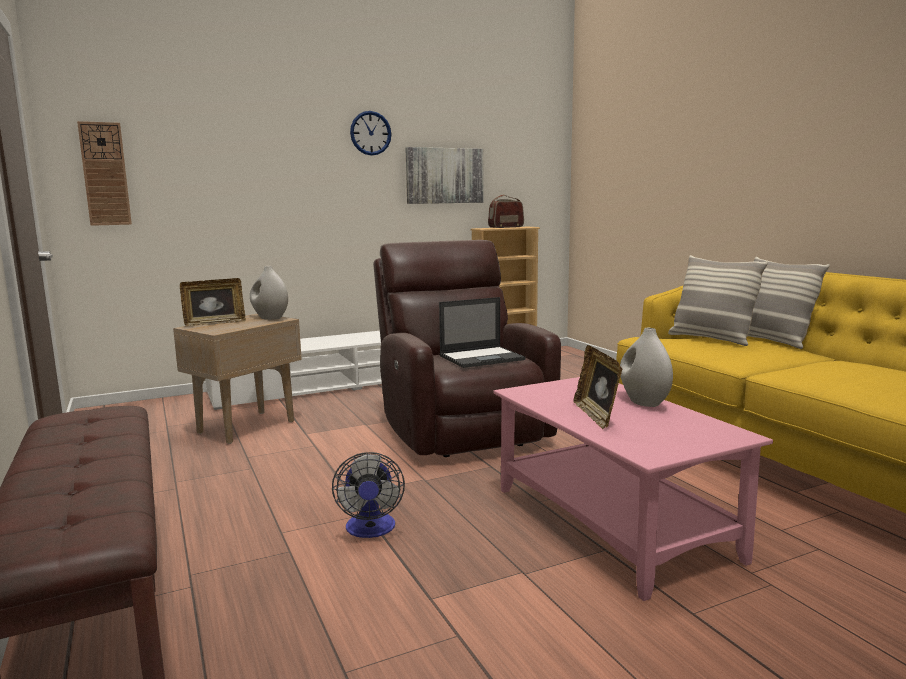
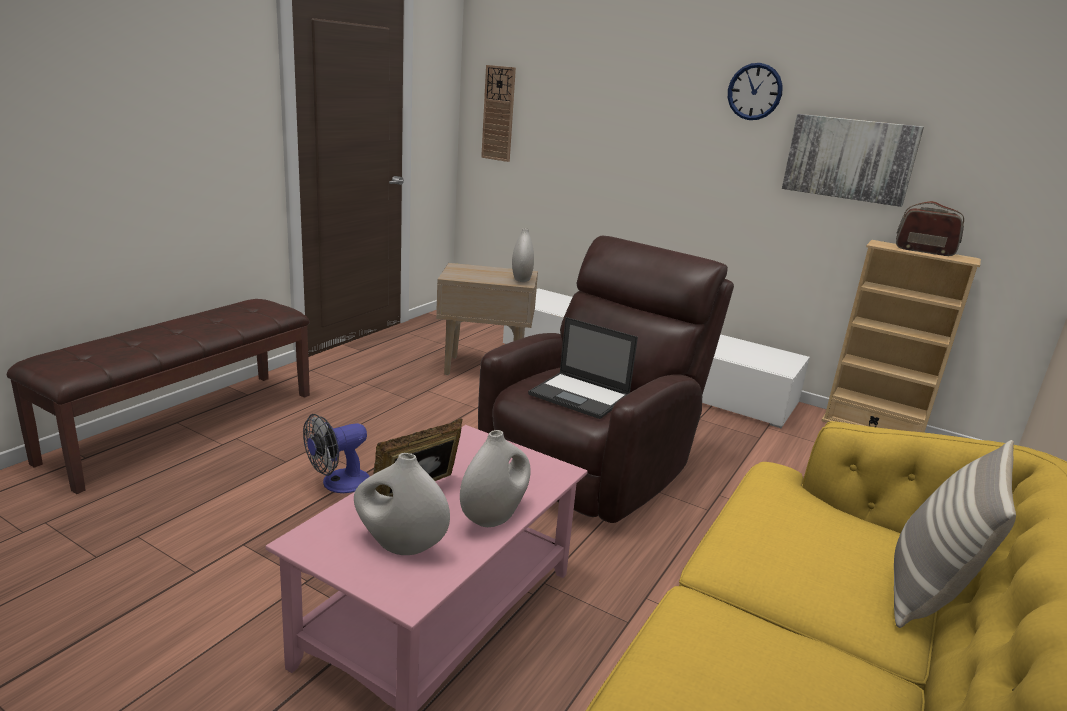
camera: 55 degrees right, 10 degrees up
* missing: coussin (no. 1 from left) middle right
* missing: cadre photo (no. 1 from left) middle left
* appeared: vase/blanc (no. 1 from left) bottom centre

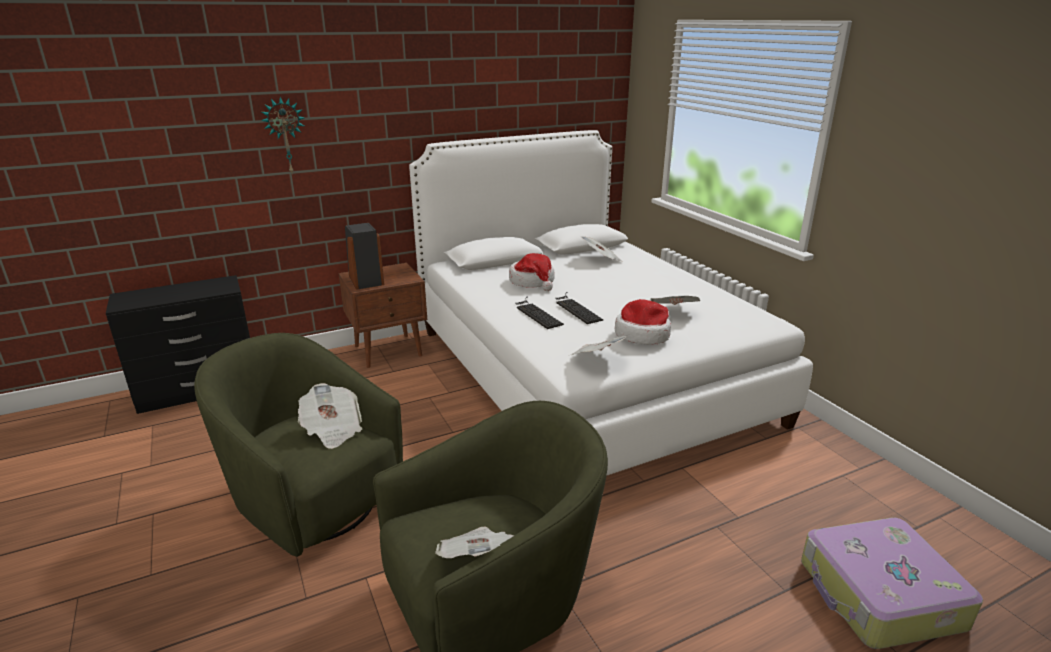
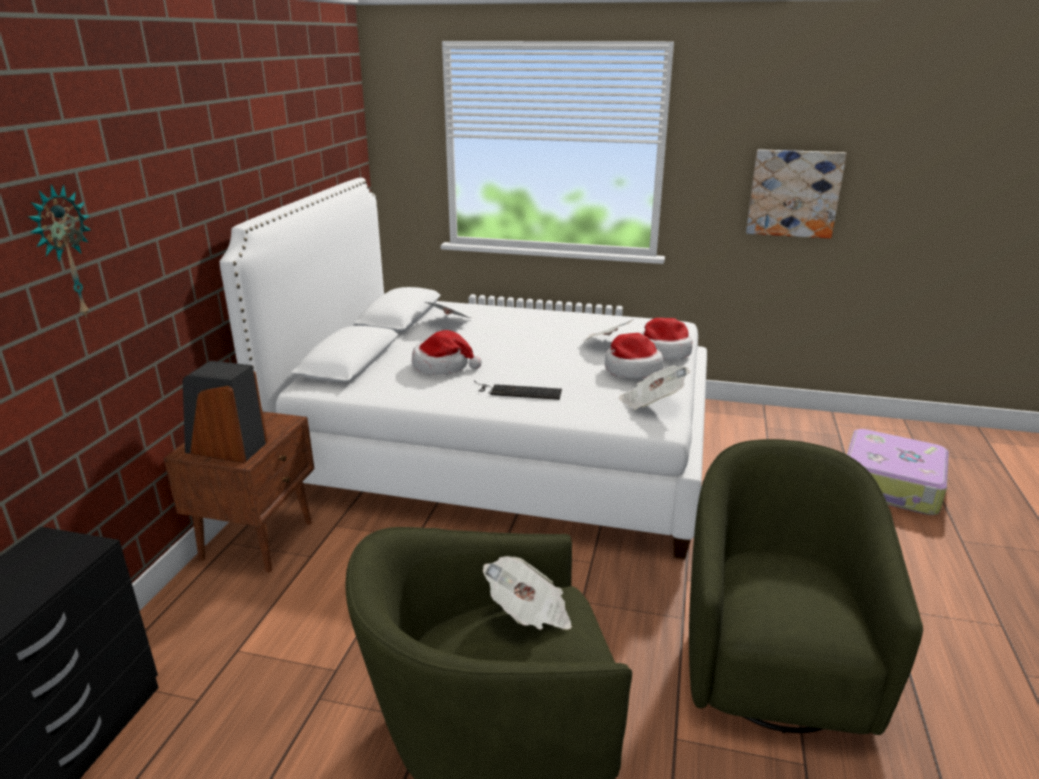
camera: 50 degrees left, 0 degrees up
* missing: clavier (no. 2 from left) centre
* missing: journal (no. 2 from left) bottom centre
* appeared: tableau top right
* appeared: chapeau (no. 3 from left) centre

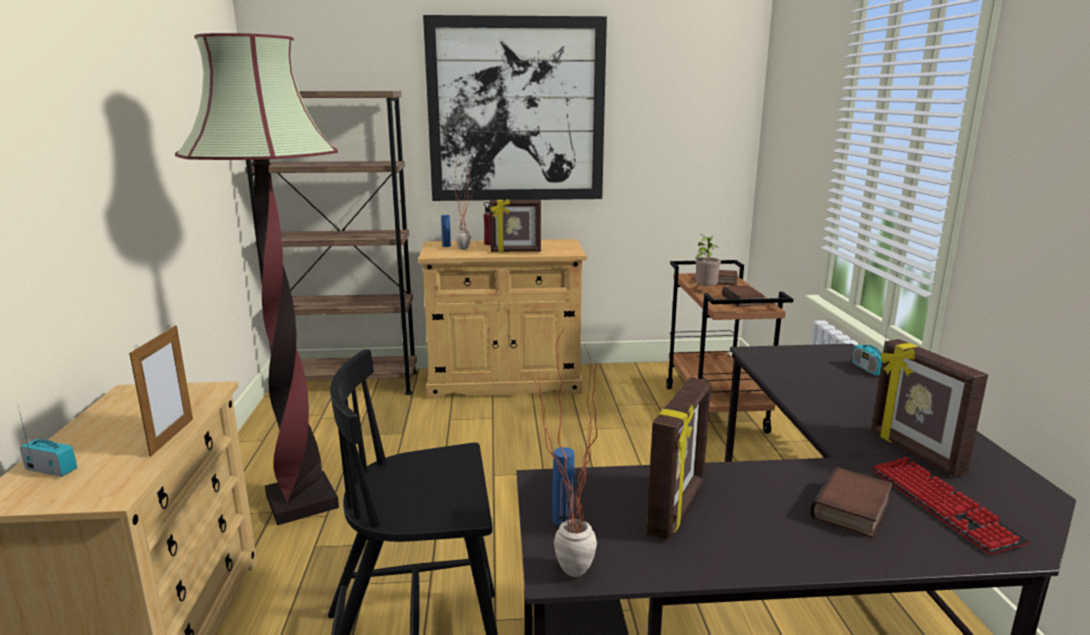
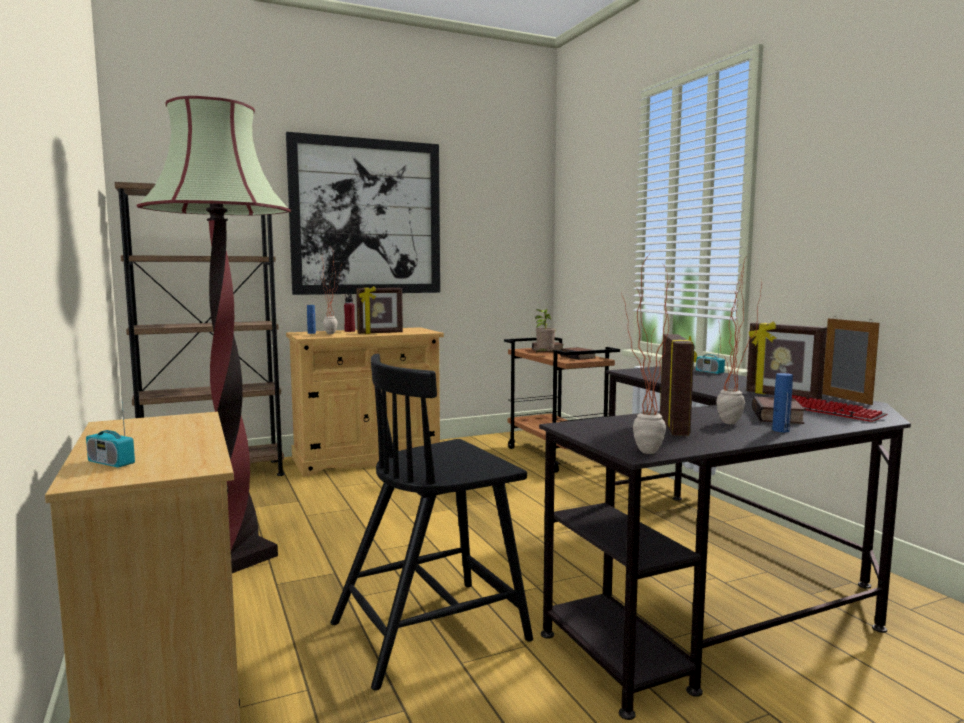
camera: 20 degrees left, 10 degrees down
* relocated: cadre photo (no. 1 from left in the first image) middle left to cadre photo (no. 4 from left) middle right
* spun: radio (no. 1 from left) bottom left = middle left 150 degrees counterclockwise
* relocated: bouteille/bleu (no. 2 from left) bottom centre to middle right
* appeared: plante en pot (no. 4 from left) middle right

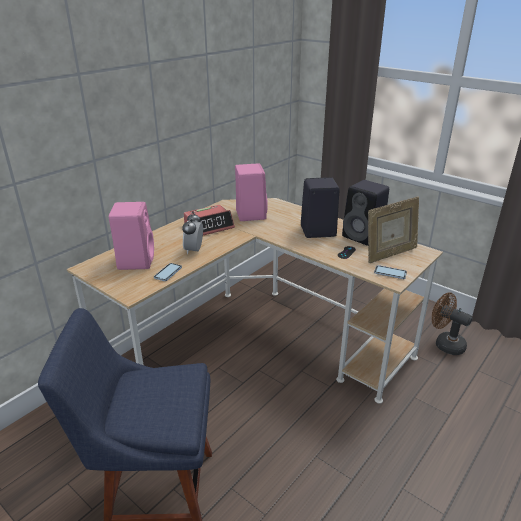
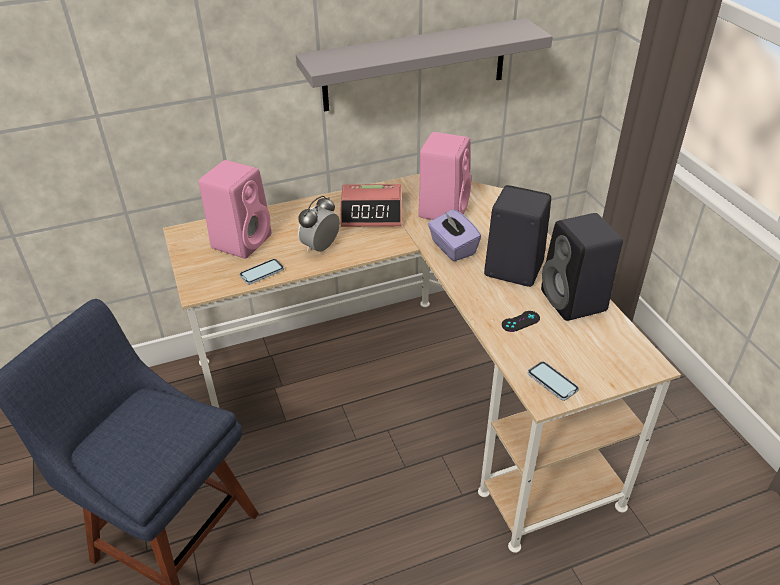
camera: 30 degrees right, 10 degrees up
* missing: cadre photo middle right
* missing: ventilateur/marron middle right
* appeared: étagère/gris top centre
* appeared: boîte à mouchoirs/violet centre

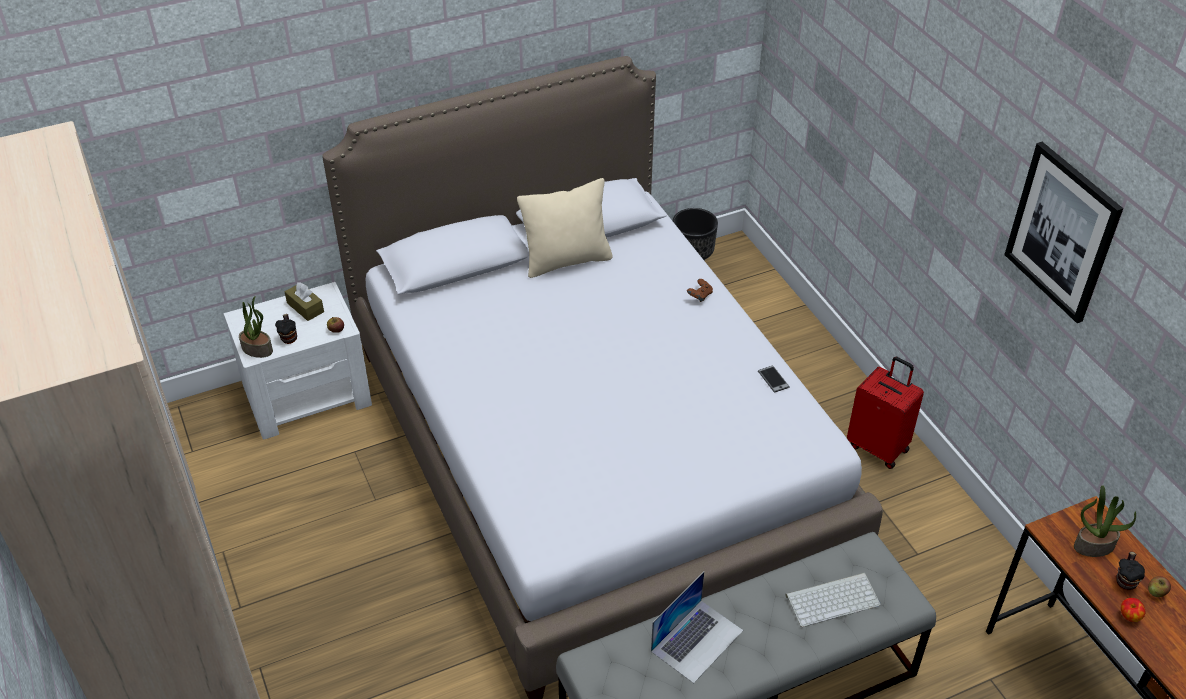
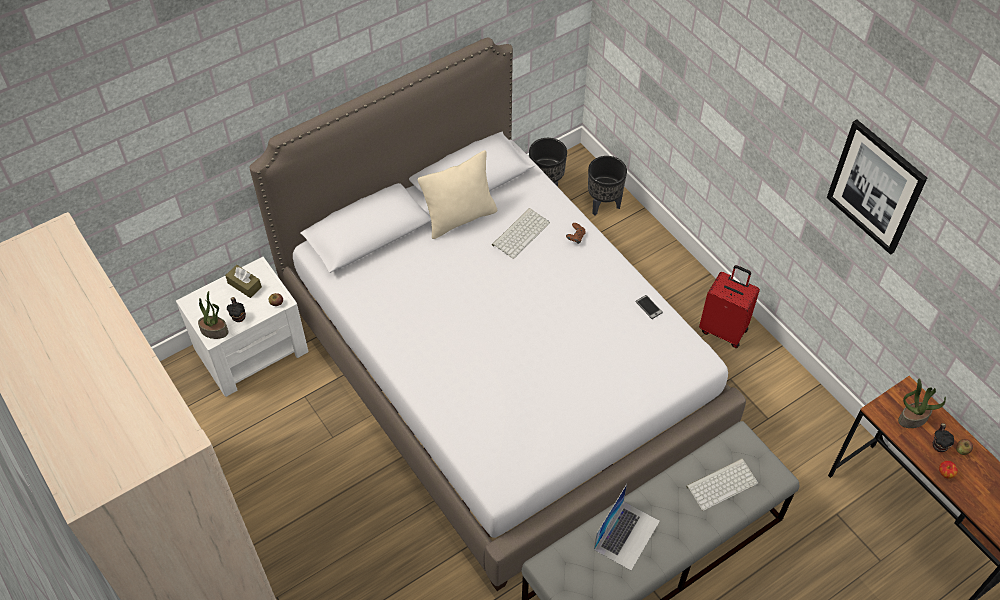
camera: 10 degrees left, 10 degrees up
* appeared: cache-pot/noir (no. 2 from left) top centre
* appeared: clavier (no. 1 from left) centre

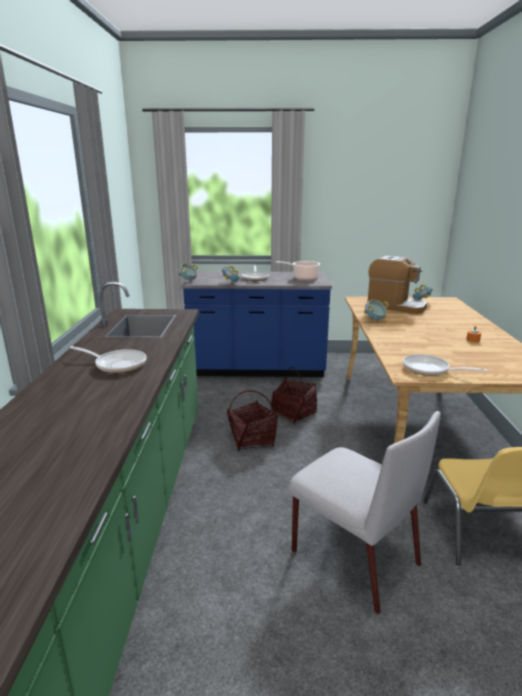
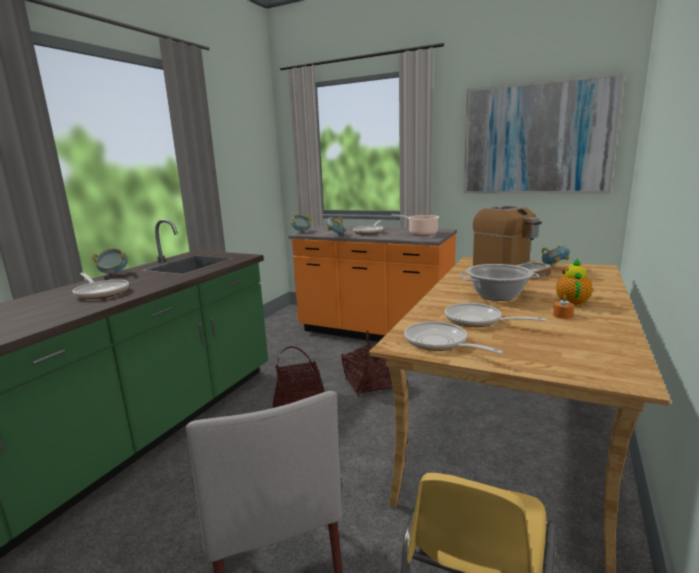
camera: 25 degrees right, 5 degrees down
* colour: comptoir de cuisine/bleu centre to comptoir de cuisine/orange centre
* relocated: bol (no. 3 from left in the first image) middle right to bol (no. 1 from left) middle left
* appeared: tableau top right
* appeared: théière middle right
* appeared: marmite (no. 2 from left) middle right
* appeared: poêle (no. 4 from left) middle right

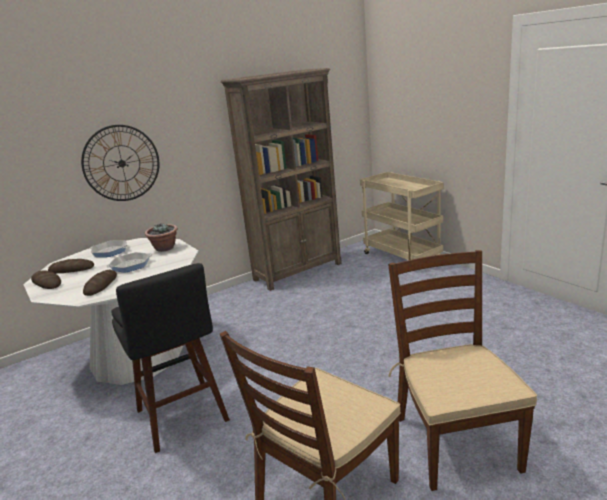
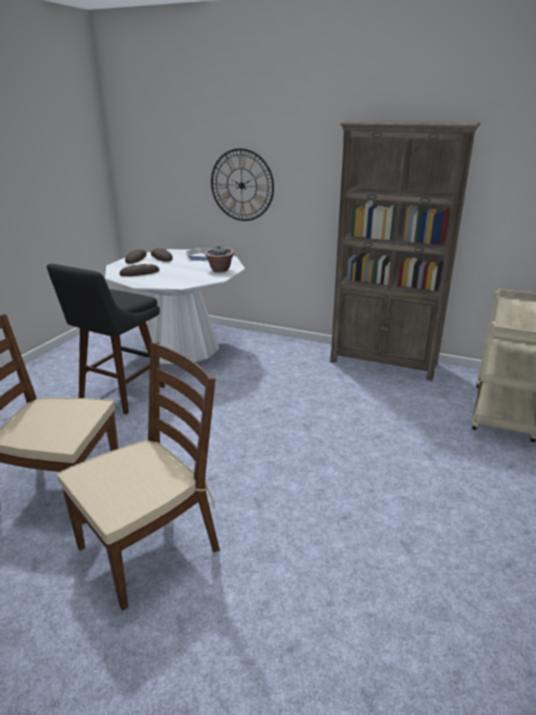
camera: 55 degrees right, 5 degrees up
* missing: poêle (no. 2 from left) middle left

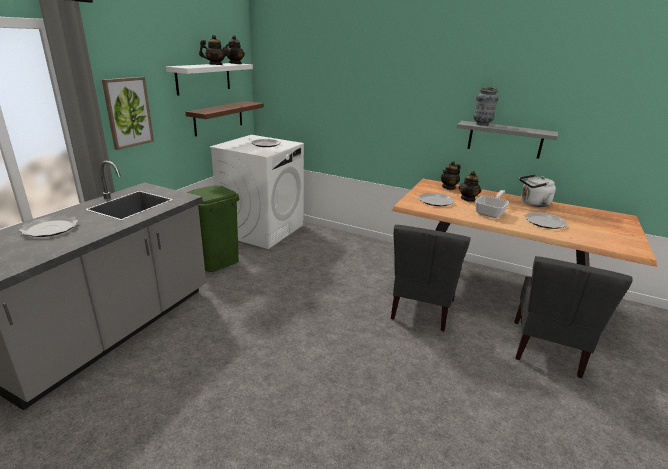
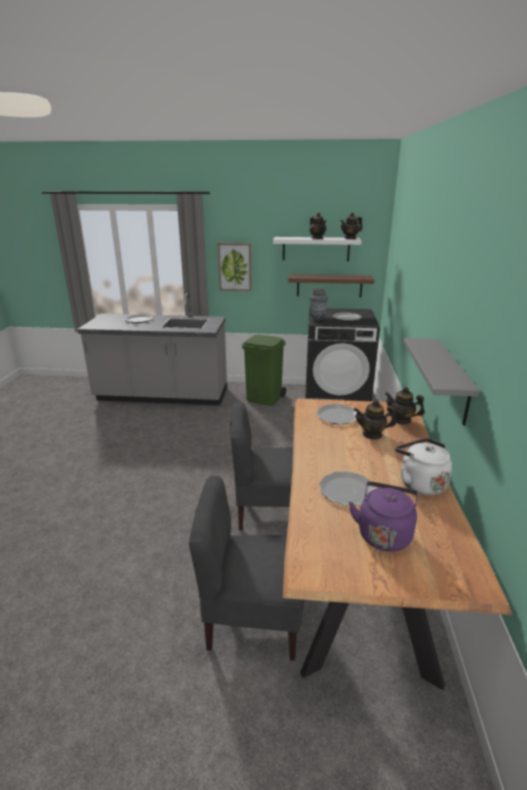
camera: 70 degrees right, 0 degrees up
* relocated: vase top right to centre
* colour: lave-linge/blanc centre to lave-linge/noir centre
* missing: poêle middle right
* appeared: bouilloire/violet middle right

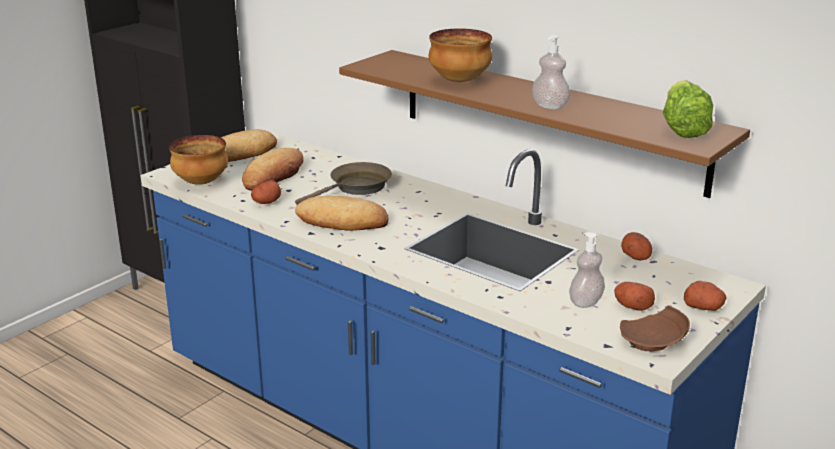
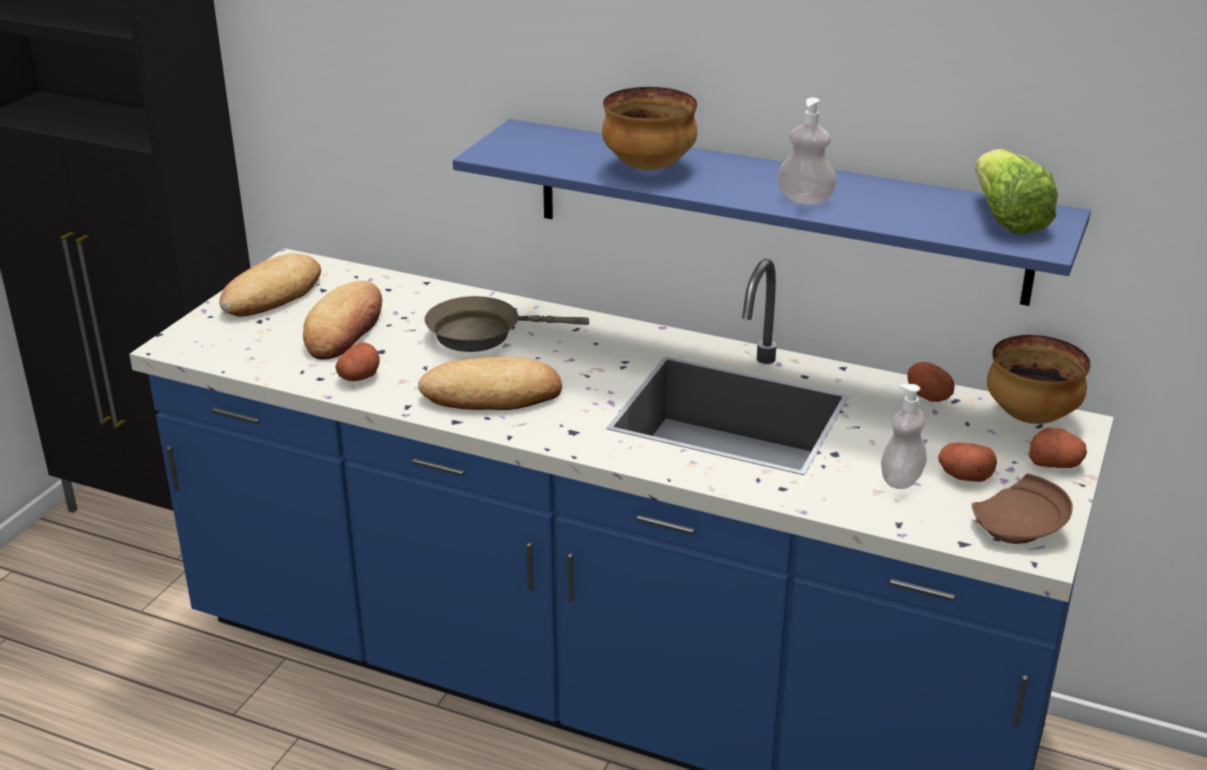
camera: 15 degrees left, 5 degrees up
* colour: étagère/marron top centre to étagère/bleu top centre
* relocated: bol (no. 1 from left in the first image) middle left to bol (no. 2 from left) middle right
* spun: poêle/marron centre = centre 135 degrees counterclockwise

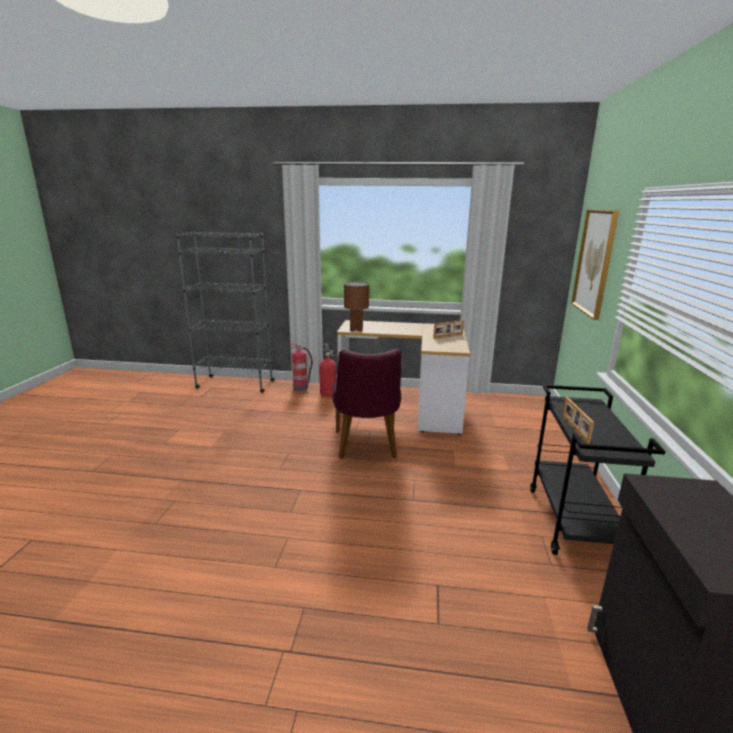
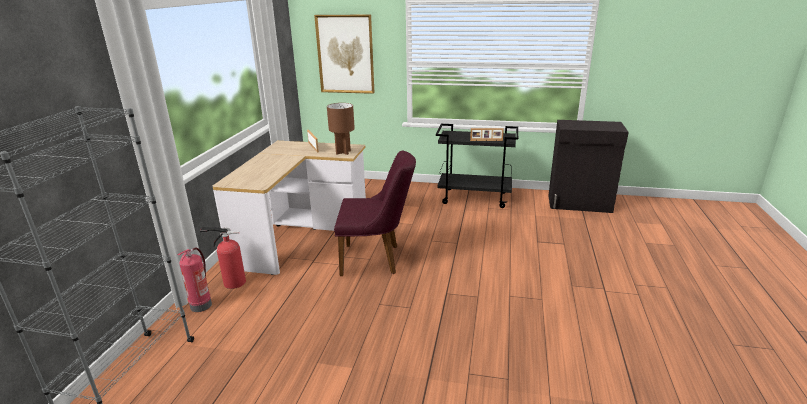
camera: 85 degrees left, 5 degrees up
* relocated: lampe de table/marron centre to top centre

